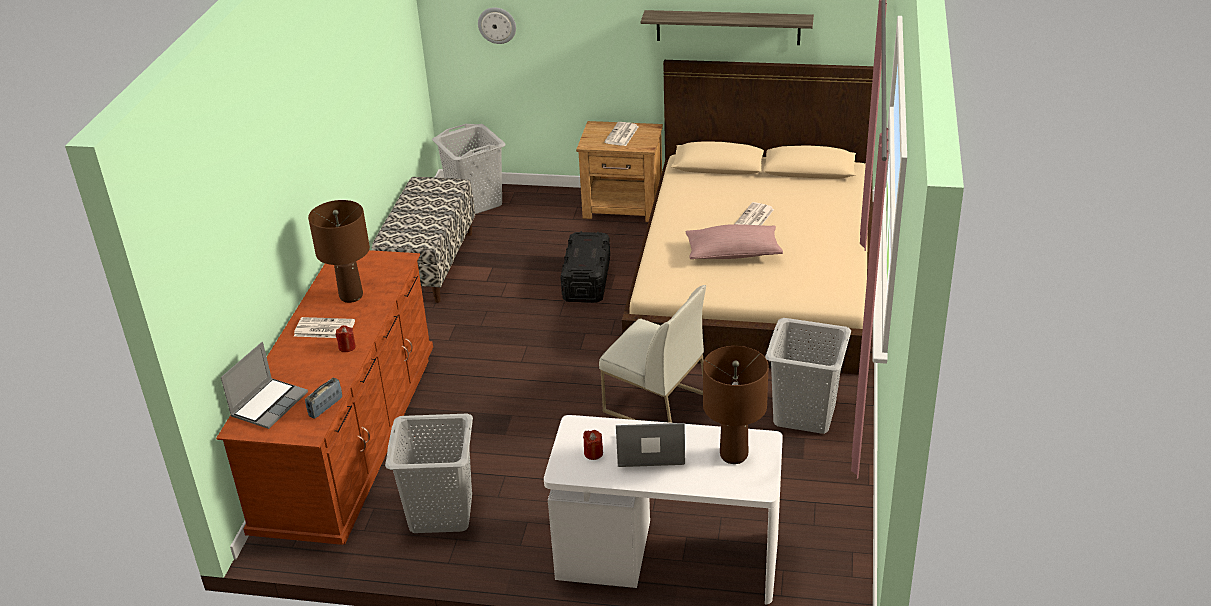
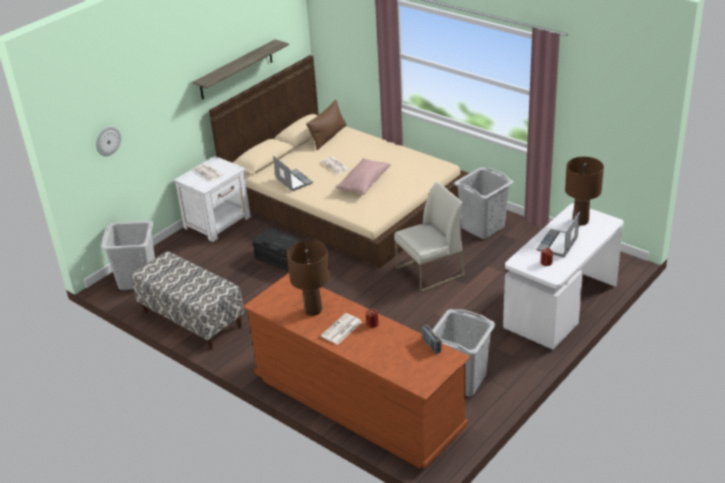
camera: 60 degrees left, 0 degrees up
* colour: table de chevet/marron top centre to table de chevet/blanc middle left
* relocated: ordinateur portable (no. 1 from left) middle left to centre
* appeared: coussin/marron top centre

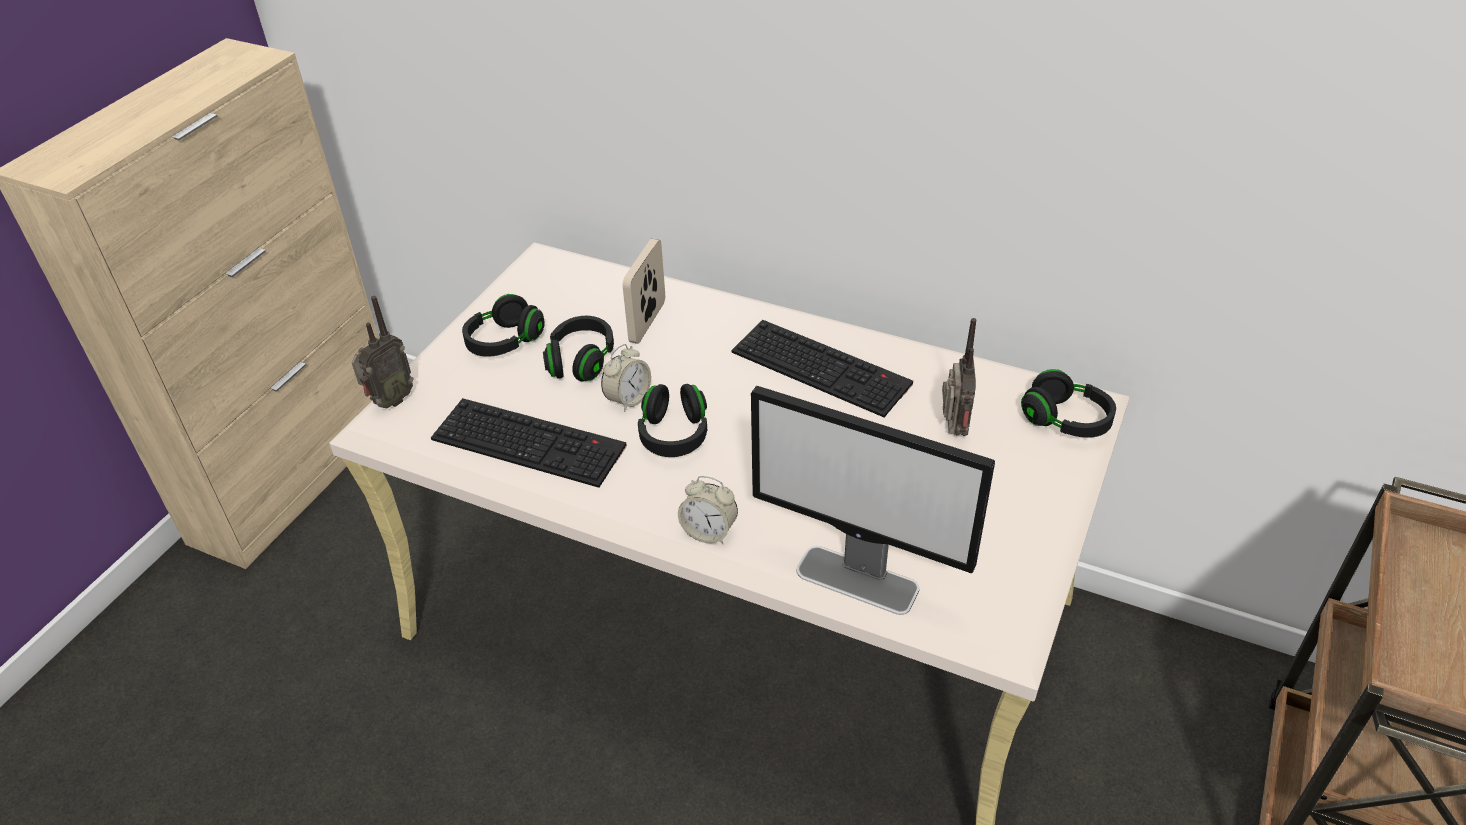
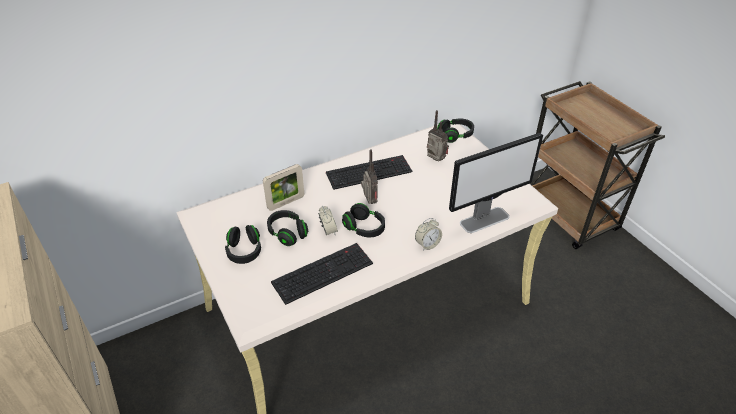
camera: 55 degrees left, 0 degrees up
* spun: cadre photo centre = centre 90 degrees counterclockwise
* relocated: radio (no. 1 from left) middle left to centre

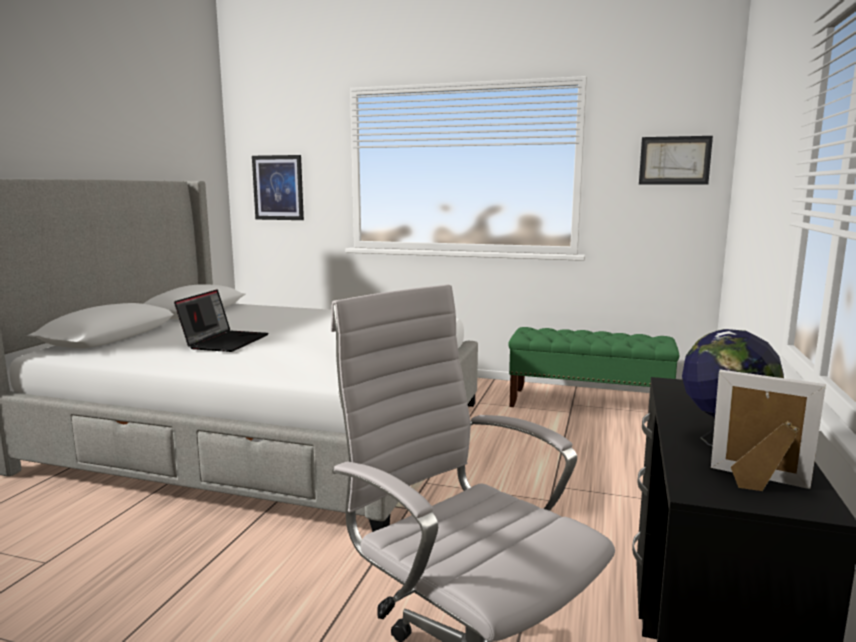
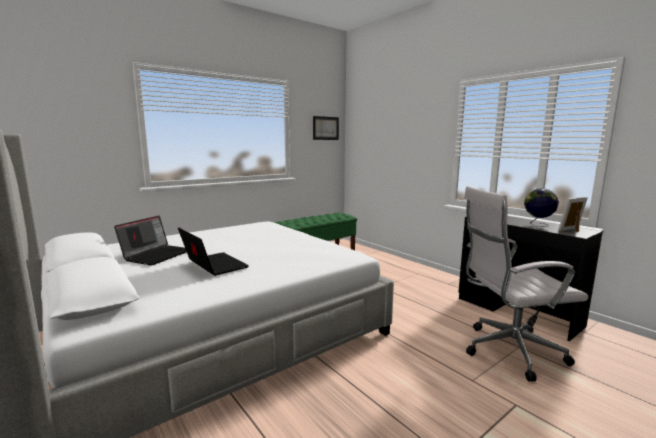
camera: 55 degrees left, 0 degrees up
* missing: tableau (no. 1 from left) top left
* appeared: ordinateur portable (no. 1 from left) middle left

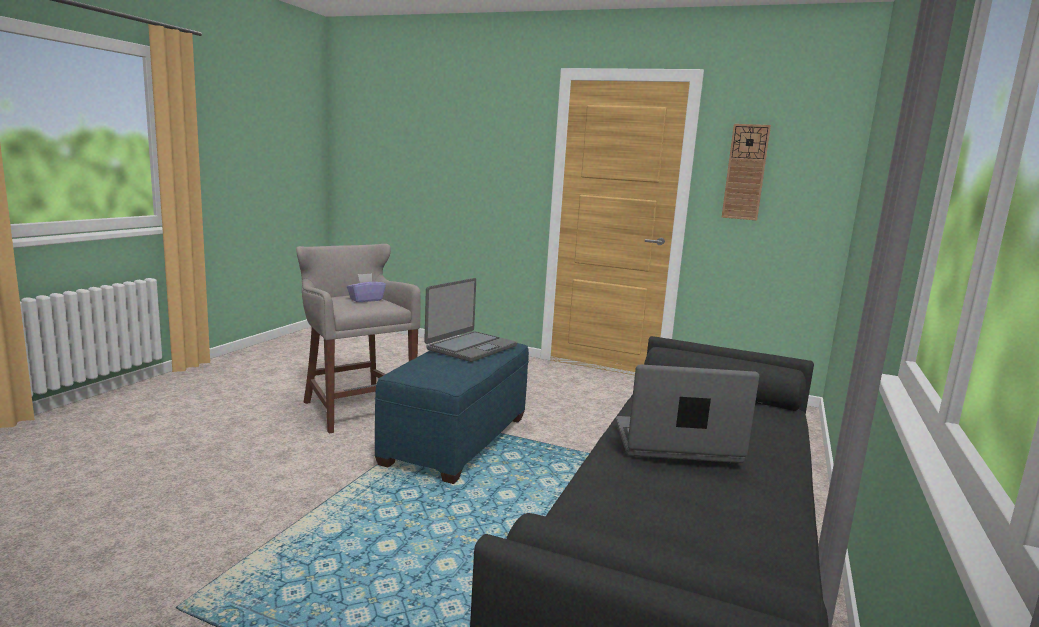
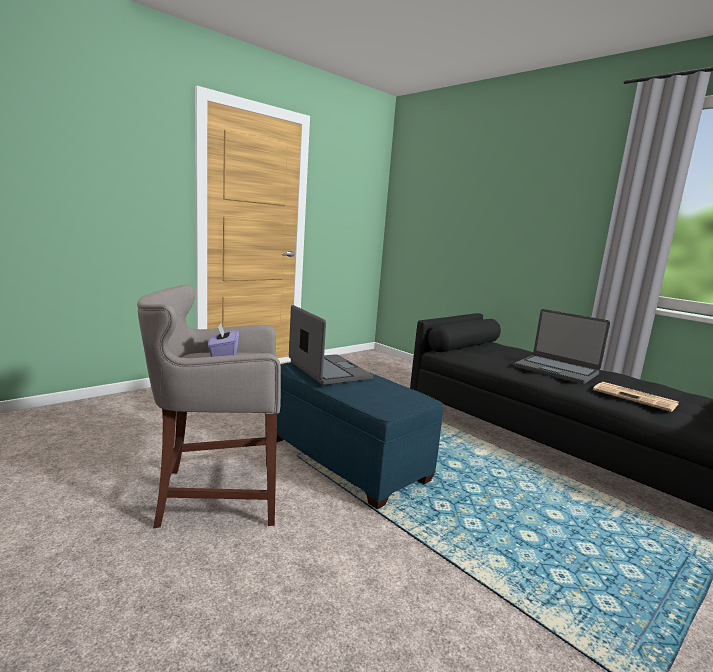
camera: 65 degrees left, 0 degrees up
* missing: horloge murale top right
* spun: ordinateur portable (no. 2 from left) centre = middle right 75 degrees counterclockwise
* appeared: journal middle right

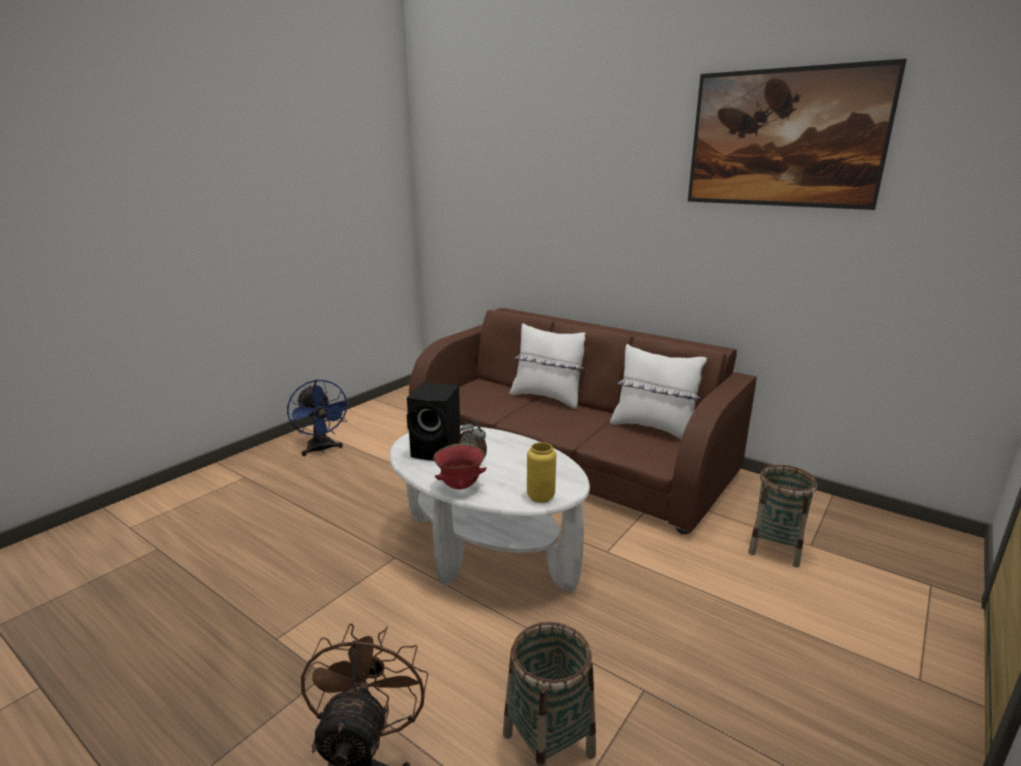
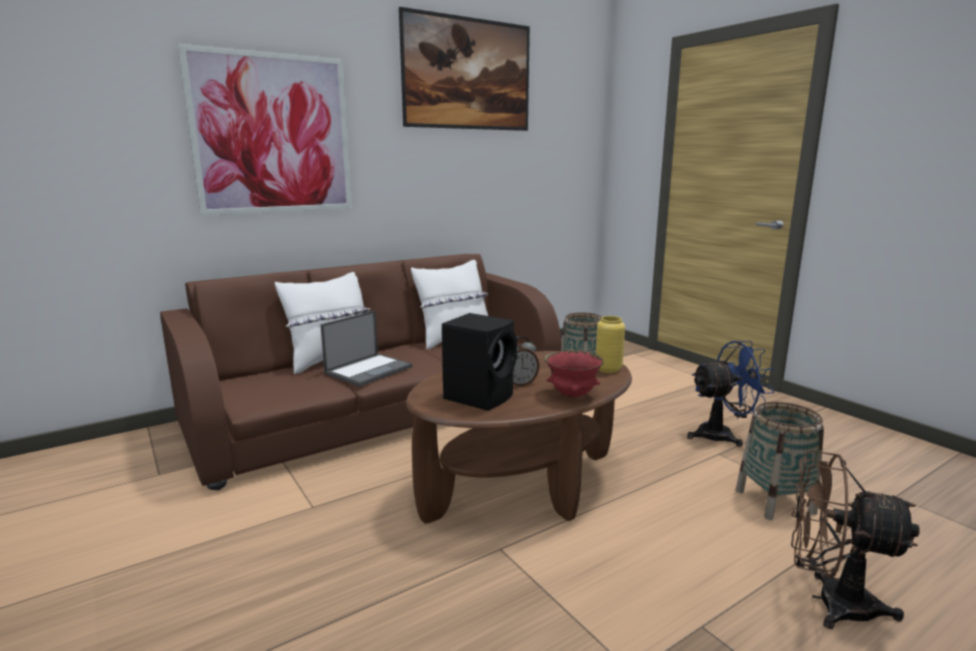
camera: 70 degrees left, 5 degrees down
* relocated: ventilateur/bleu middle left to middle right
* colour: table basse/blanc centre to table basse/marron bottom centre
* appeared: tableau (no. 1 from left) top left
* appeared: ordinateur portable centre

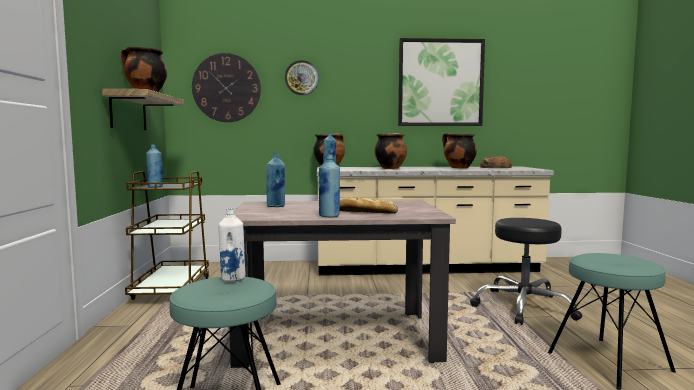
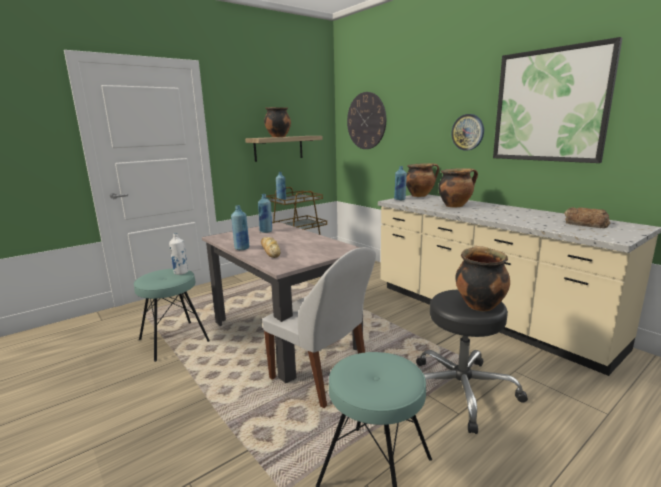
camera: 55 degrees right, 10 degrees up
* relocated: horloge murale (no. 2 from left) top centre to top right
* relocated: marmite (no. 4 from left) centre to middle right
* appeared: chaise/blanc bottom centre

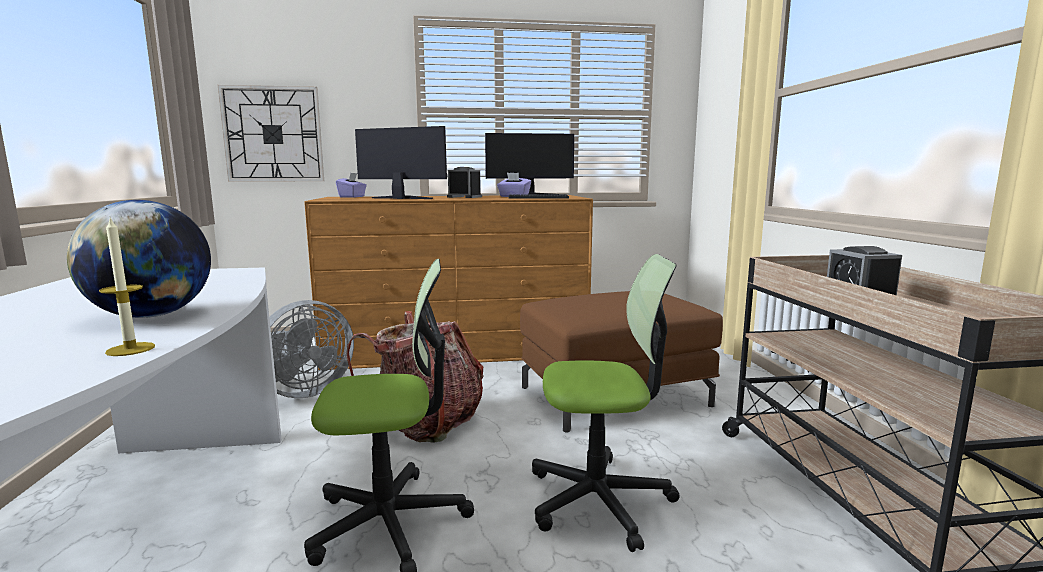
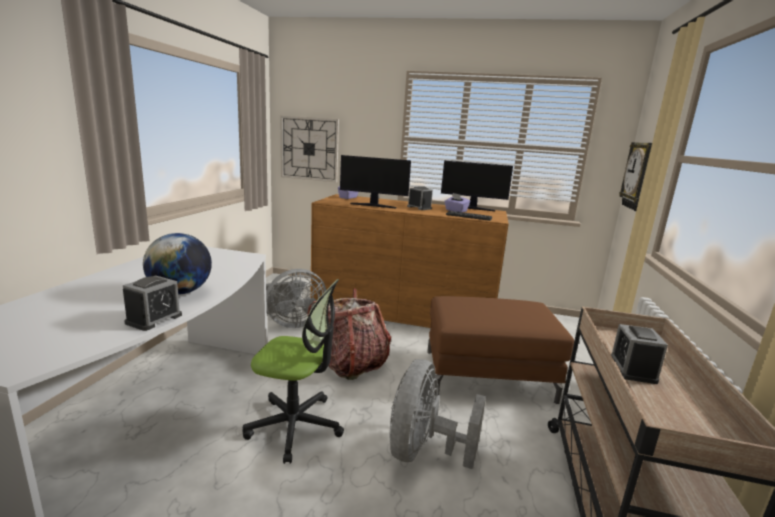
camera: 20 degrees right, 5 degrees up
* spun: écran d'ordinateur (no. 1 from left) top centre = centre 150 degrees clockwise
* exchanged: bougie middle left to réveil (no. 1 from left) middle left
* exchanged: chaise de bureau (no. 2 from left) bottom centre to ventilateur/gris (no. 2 from left) bottom centre
* appeared: horloge murale (no. 2 from left) middle right

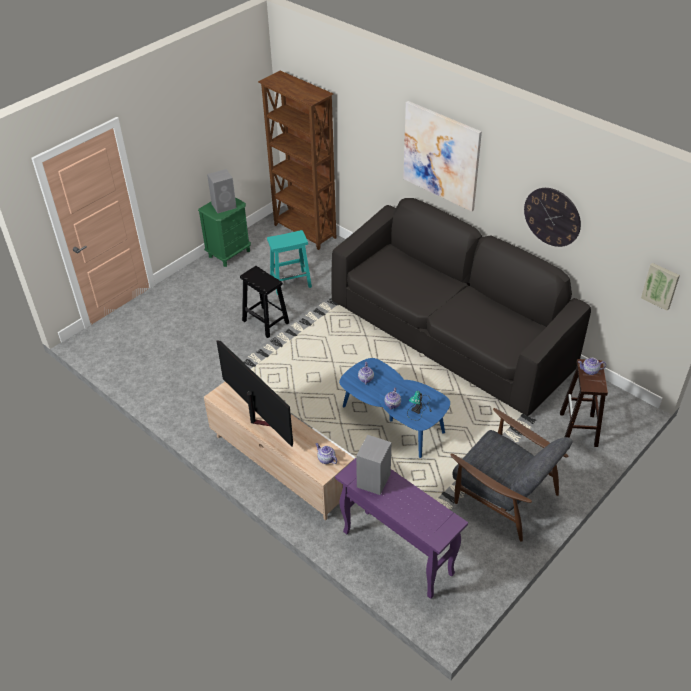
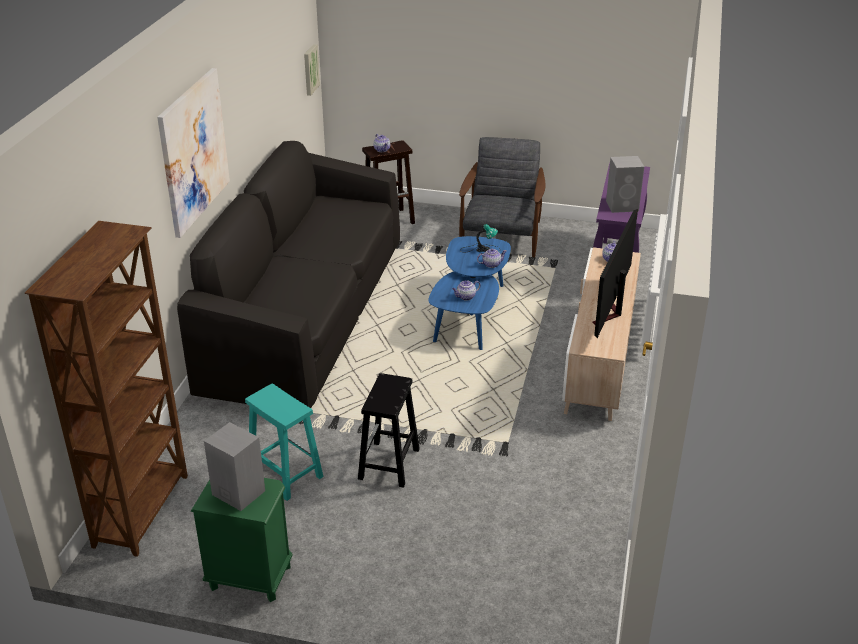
camera: 120 degrees left, 10 degrees down
* missing: horloge murale top right

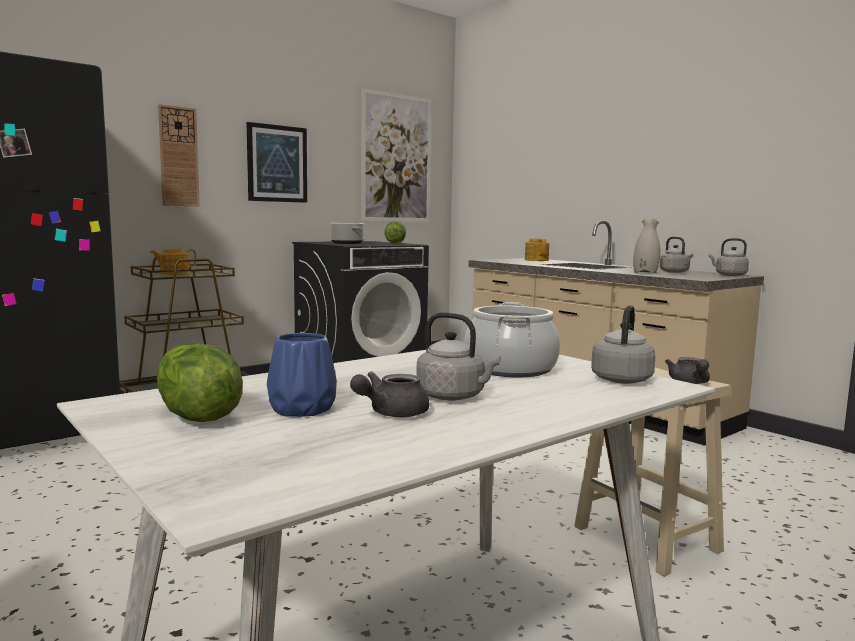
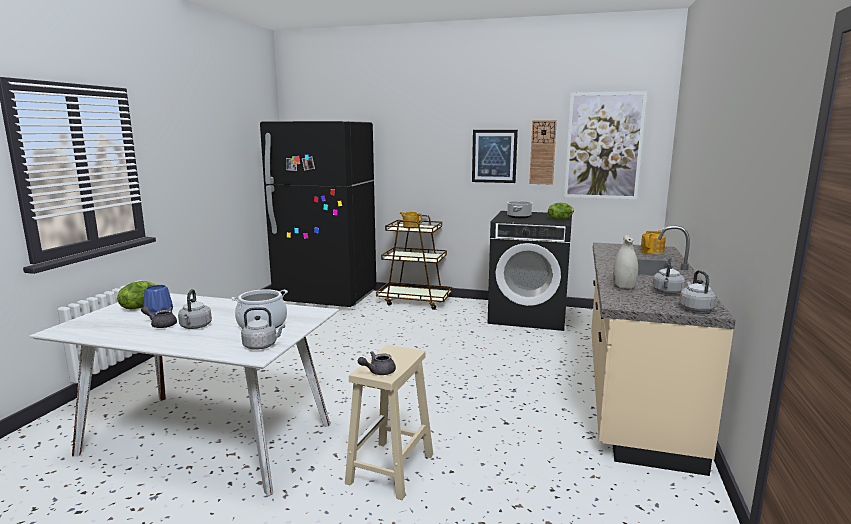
camera: 55 degrees right, 5 degrees up
* relocated: horloge murale top left to top centre

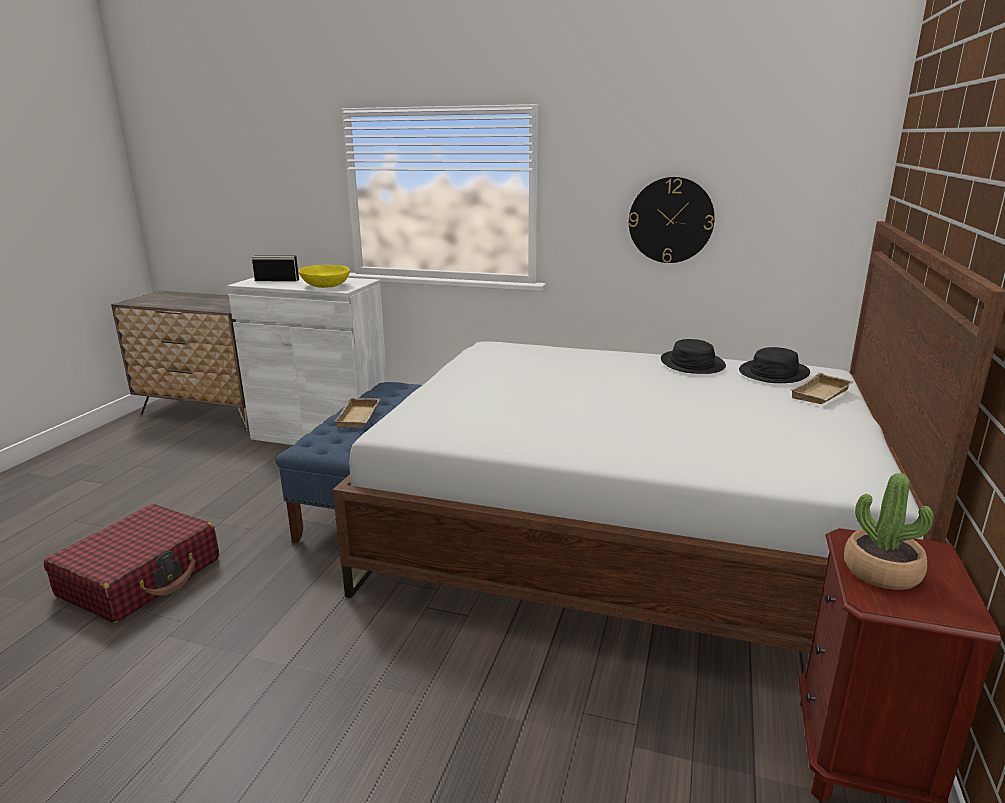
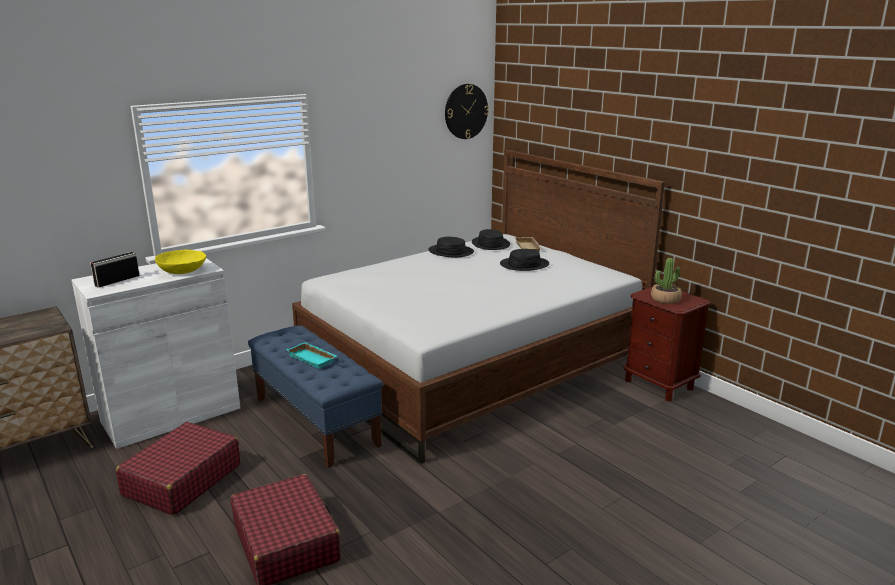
camera: 55 degrees left, 0 degrees up
* relocated: horloge murale top right to top centre
* colour: plateau/beige (no. 1 from left) centre to plateau/turquoise centre
* appeared: chapeau/noir (no. 3 from left) centre
* appeared: valise/rouge (no. 1 from left) bottom left

